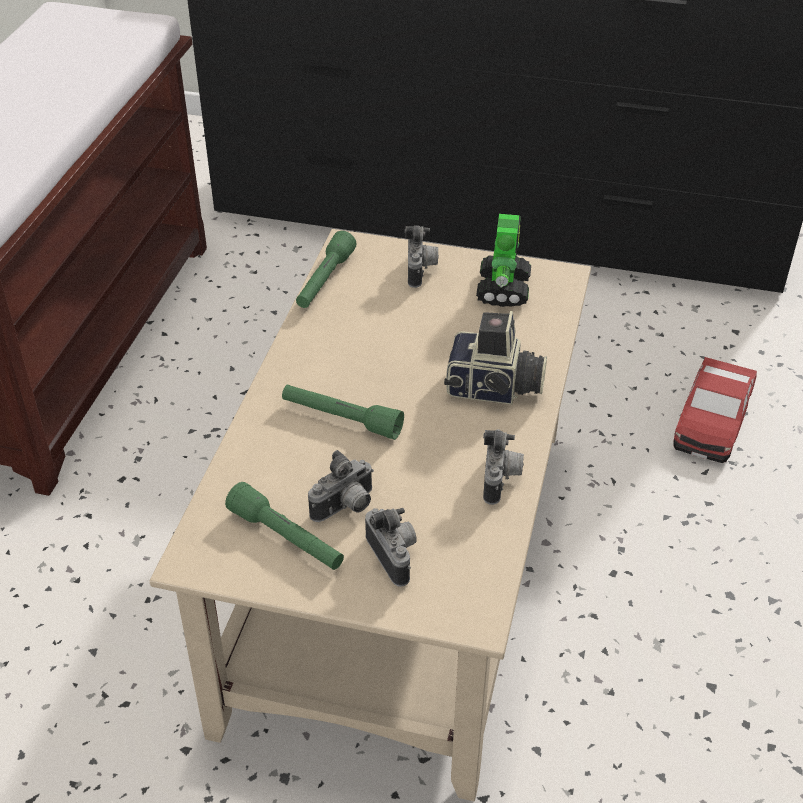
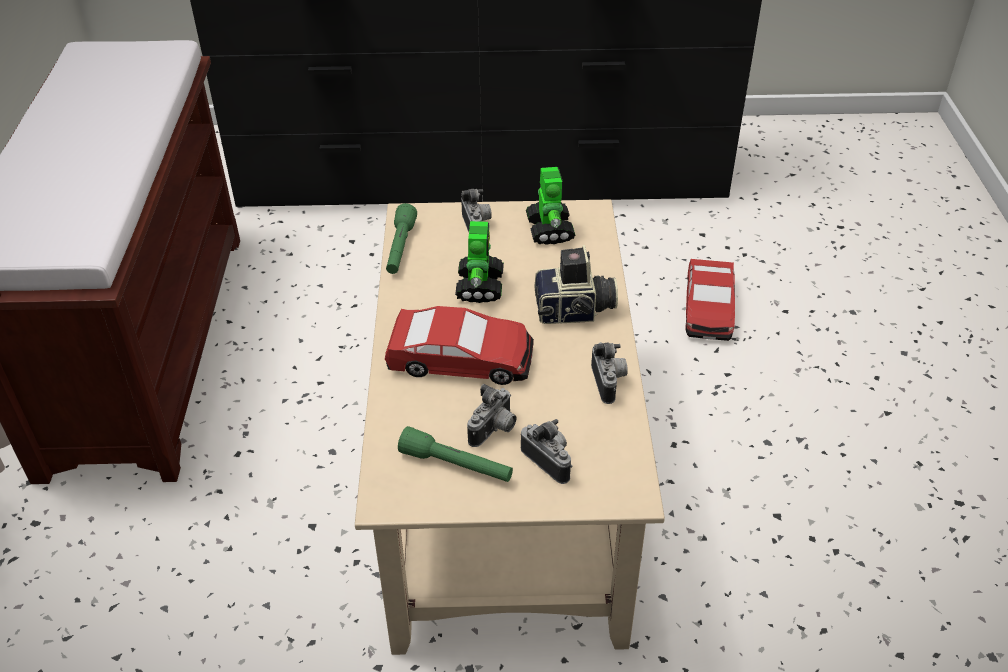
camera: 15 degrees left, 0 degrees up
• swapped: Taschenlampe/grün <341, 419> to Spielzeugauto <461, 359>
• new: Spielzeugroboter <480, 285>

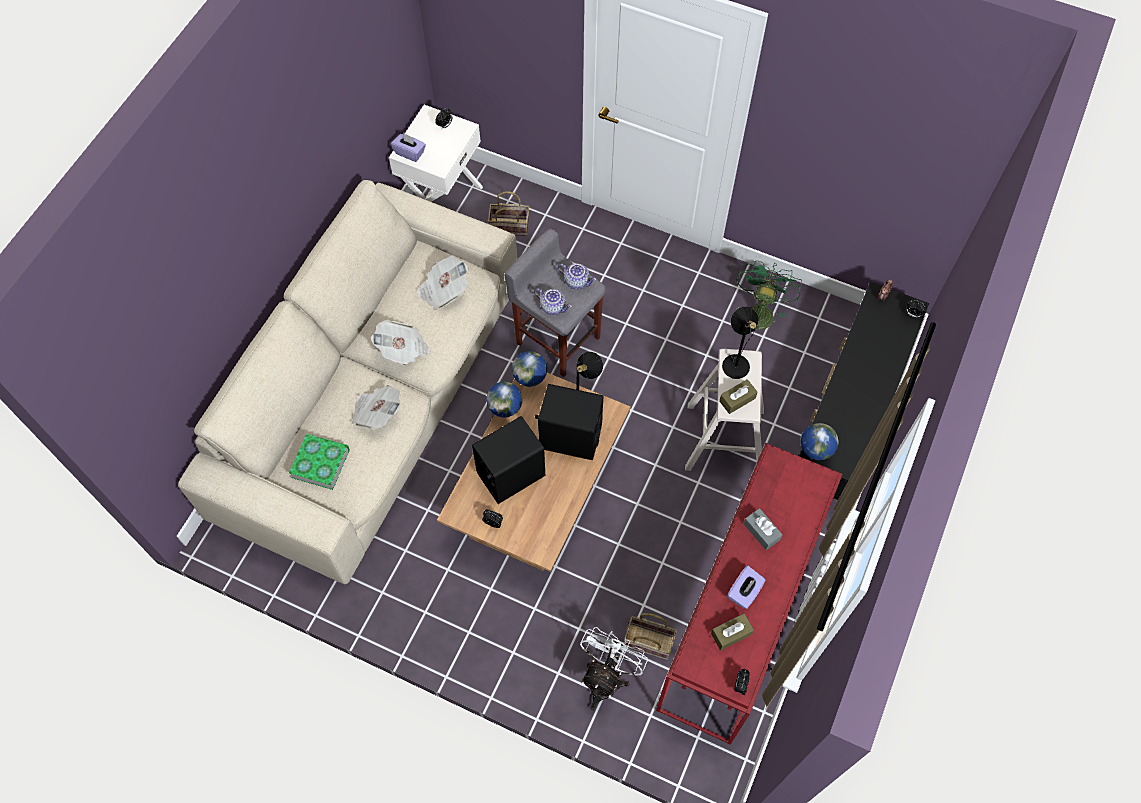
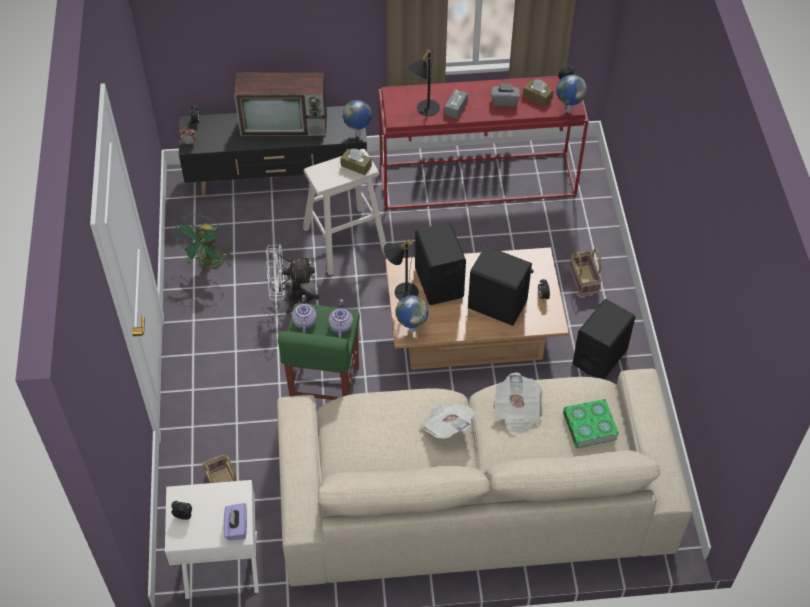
camera: 120 degrees left, 10 degrees down
• repainted: Hocker/grau <557, 339> to Hocker/grün <325, 388>
• gone: Zeitung <444, 290>
• rotated: Ventilator/grün <759, 311> = <210, 264> 60 degrees counterclockwise
• shifted: Tischlampe/schwarz <736, 361> to <423, 109>
• shifted: Globus <506, 414> to <568, 110>
• repainted: Taschentuchbox/lila <744, 592> to Taschentuchbox/grau <504, 101>
• shifted: Korb <650, 641> to <582, 280>
• shifted: Ventilator/weiß <606, 678> to <290, 299>
• new: Fernseher <285, 124>
• new: Lautsprecher/schwarz <599, 357>

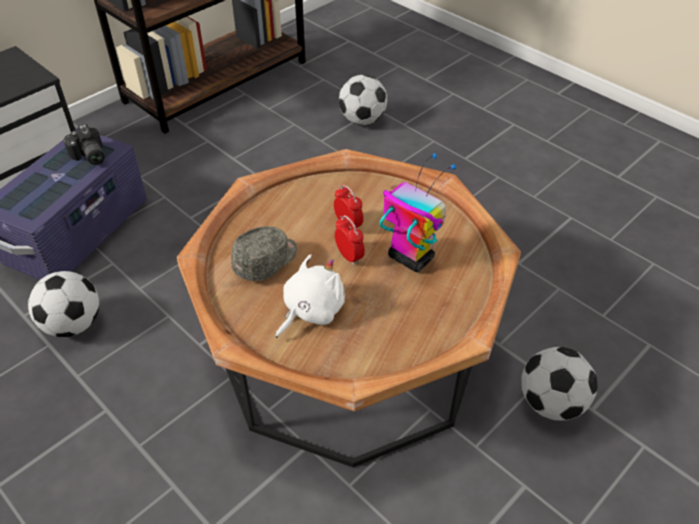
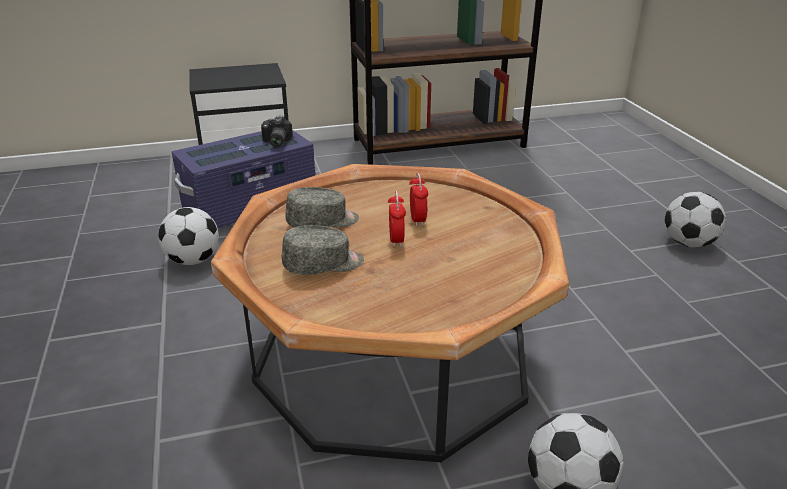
camera: 30 degrees right, 15 degrees down
• shifted: Fußball <362, 120> to <688, 243>
• gone: Spielzeugroboter <410, 258>
• swapped: Plüschtier/weiß <311, 311> to Kappe/grau <323, 264>

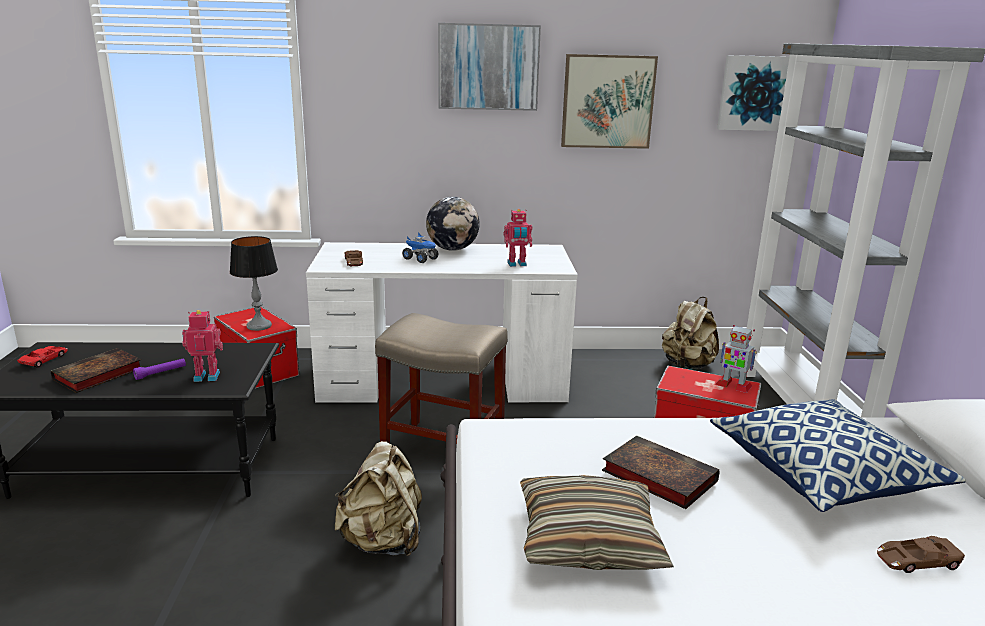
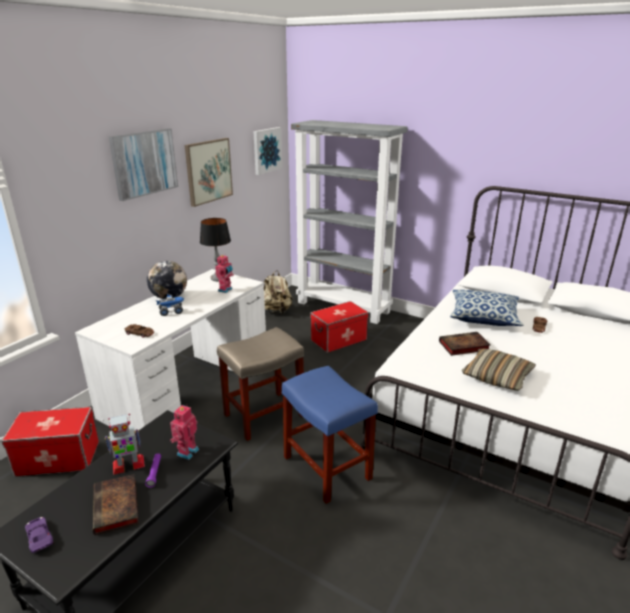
camera: 55 degrees left, 5 degrees up
• shifted: Tischlampe <259, 326> to <218, 278>
• shifted: Spielzeugroboter <733, 385> to <128, 465>
• repainted: Spielzeugauto/rot <45, 359> to Spielzeugauto/lila <39, 537>
• swapped: Rucksack/beige <383, 542> to Hocker/blau <328, 468>

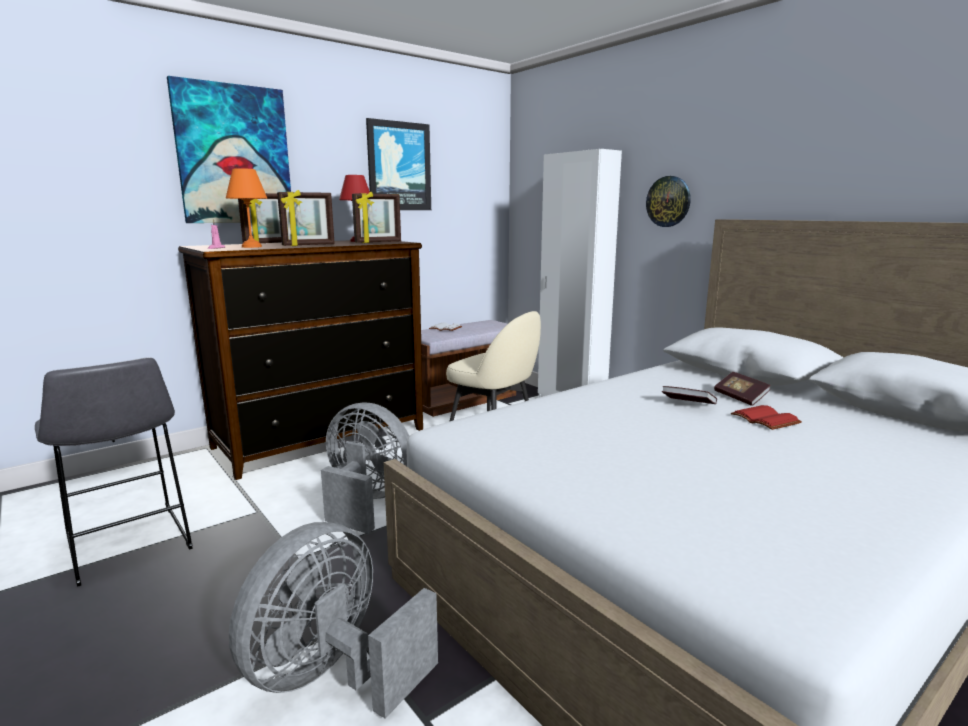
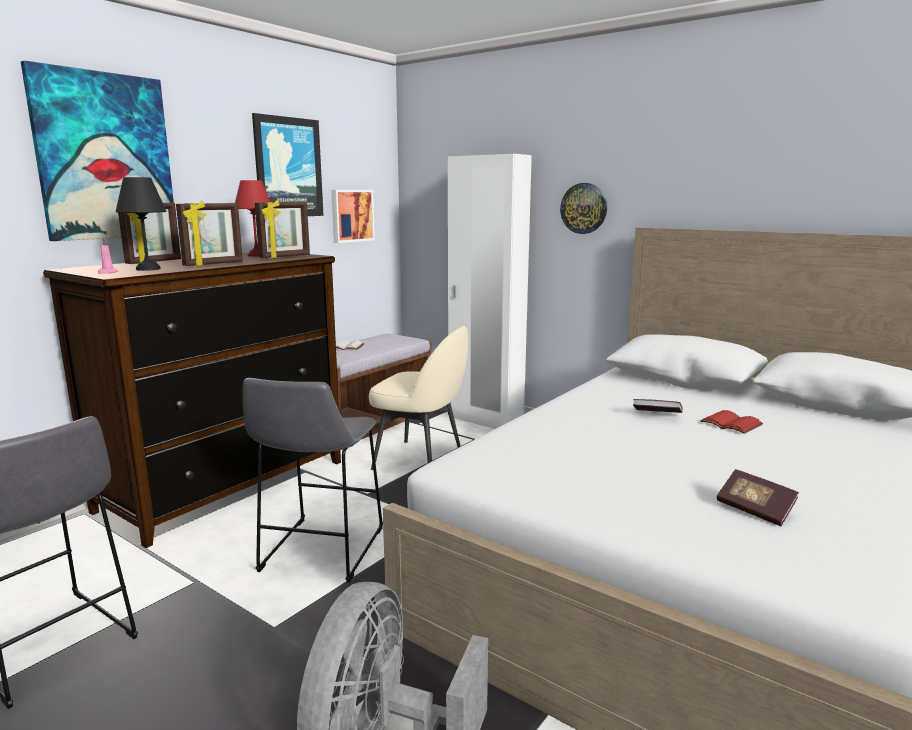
camera: 15 degrees left, 0 degrees up
• repainted: Tischlampe/orange <251, 247> to Tischlampe/schwarz <147, 269>
• shifted: Buch <740, 398> to <755, 510>
• swapped: Ventilator/grau <366, 502> to Hocker/grau <319, 552>
• new: Bild <351, 215>

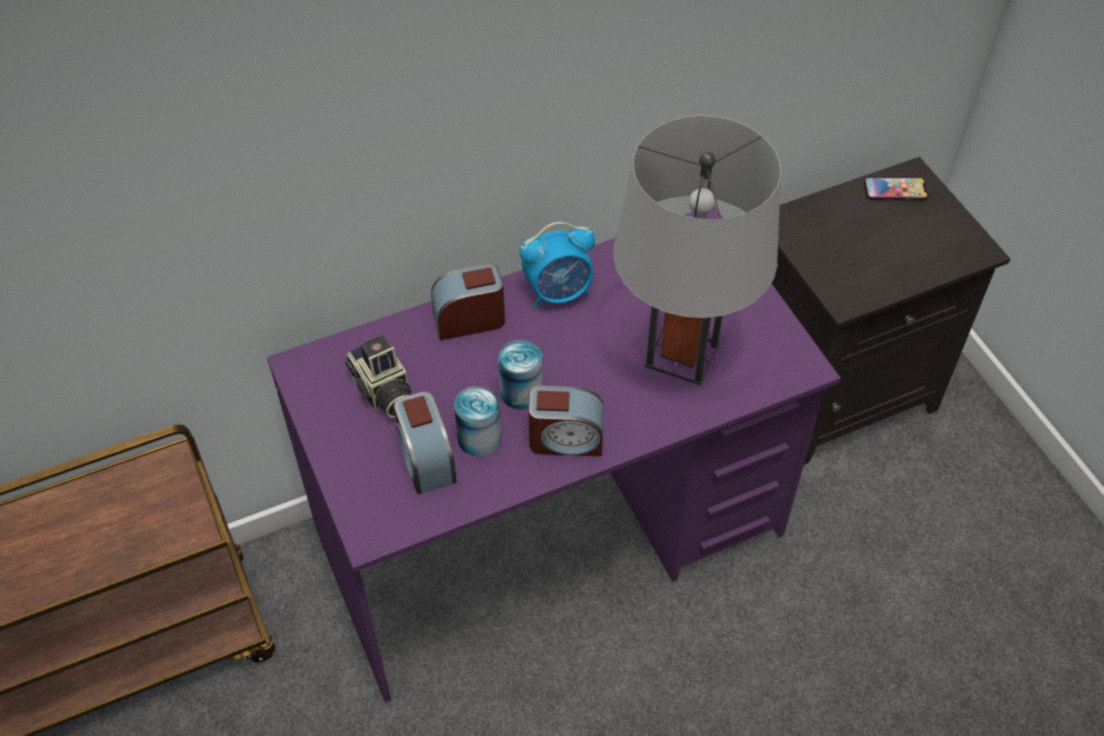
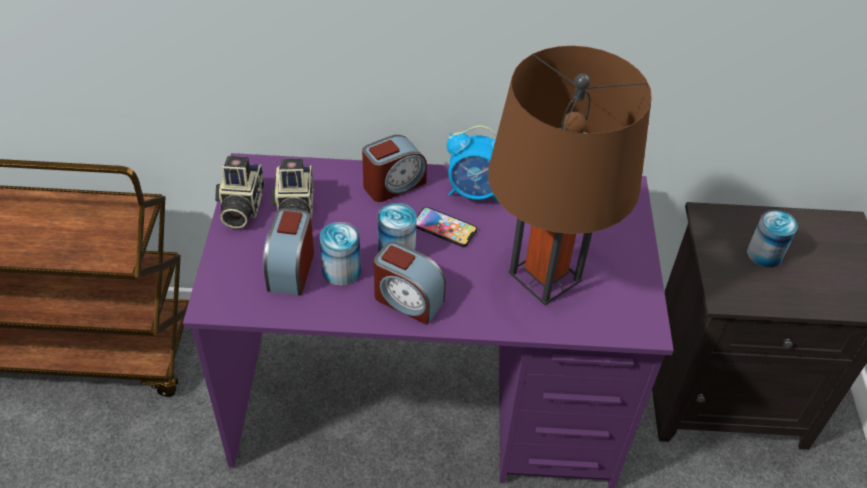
camera: 25 degrees right, 5 degrees down
• repainted: Tischlampe/grau <682, 355> to Tischlampe/braun <545, 276>
• shifted: Handy <895, 190> to <444, 228>
• rotated: Wecker <469, 319> = <393, 184> 135 degrees clockwise
• new: Kamera <240, 207>
• new: Dose <764, 254>

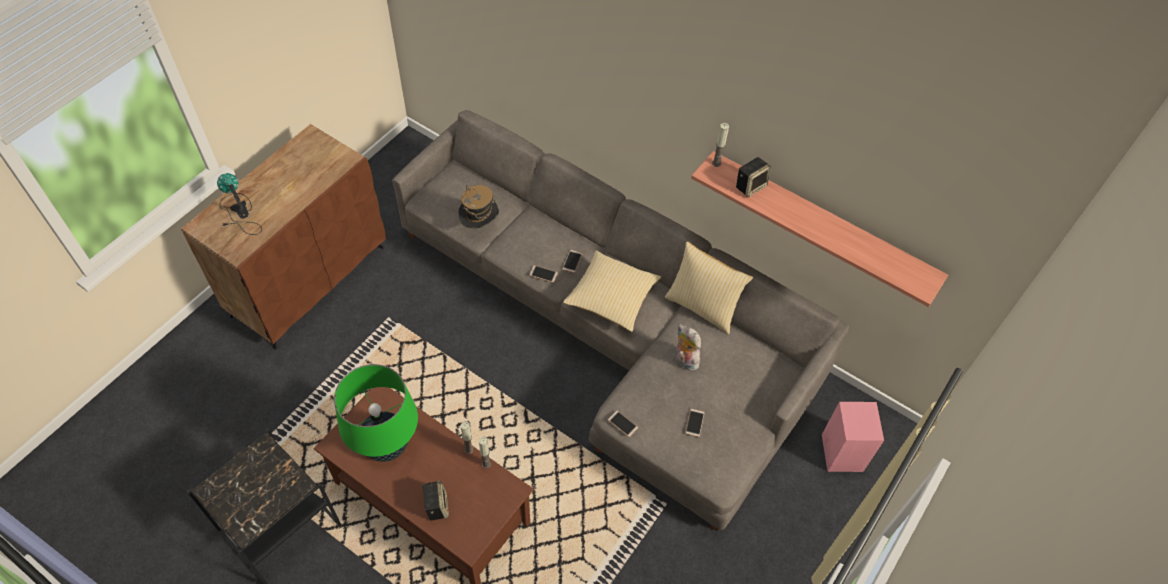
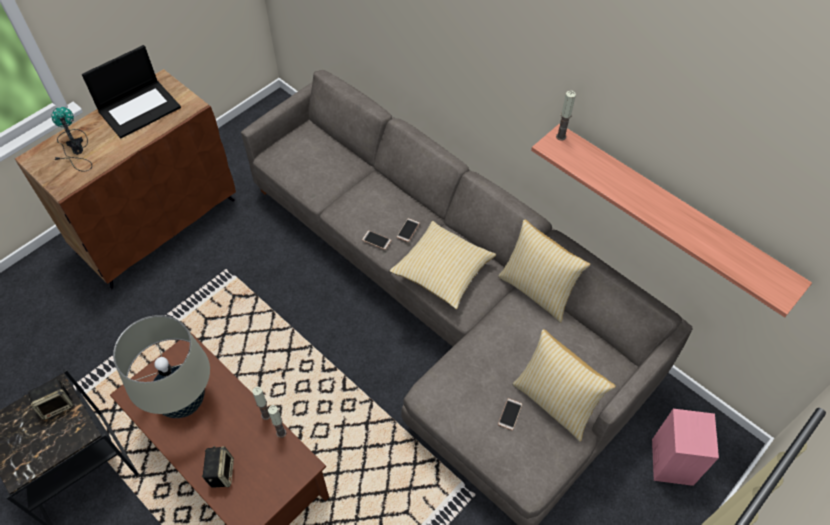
camera: 10 degrees right, 0 degrees up
• shifted: Lautsprecher <750, 186> to <57, 405>
• gone: Hut <480, 225>
• gone: Plüschtier <684, 360>
• repainted: Tischlampe/grün <386, 446> to Tischlampe/beige <183, 401>
• gone: Handy <622, 424>
• new: Laptop <139, 108>
• new: Kissen <555, 402>

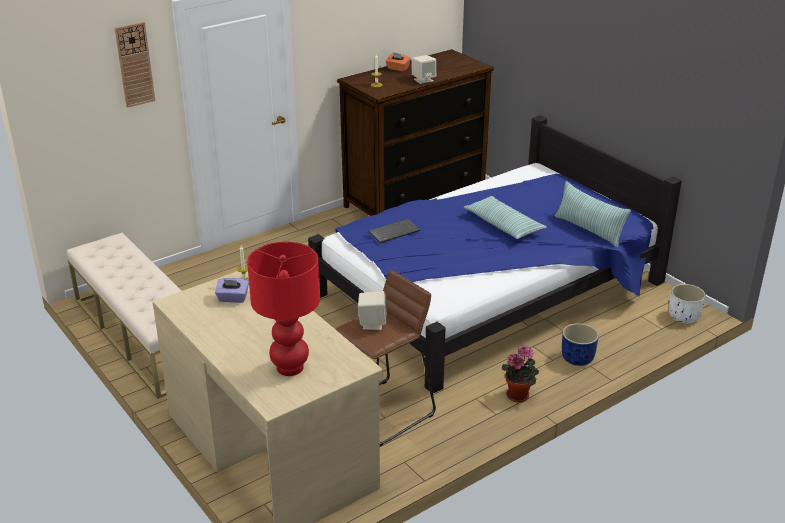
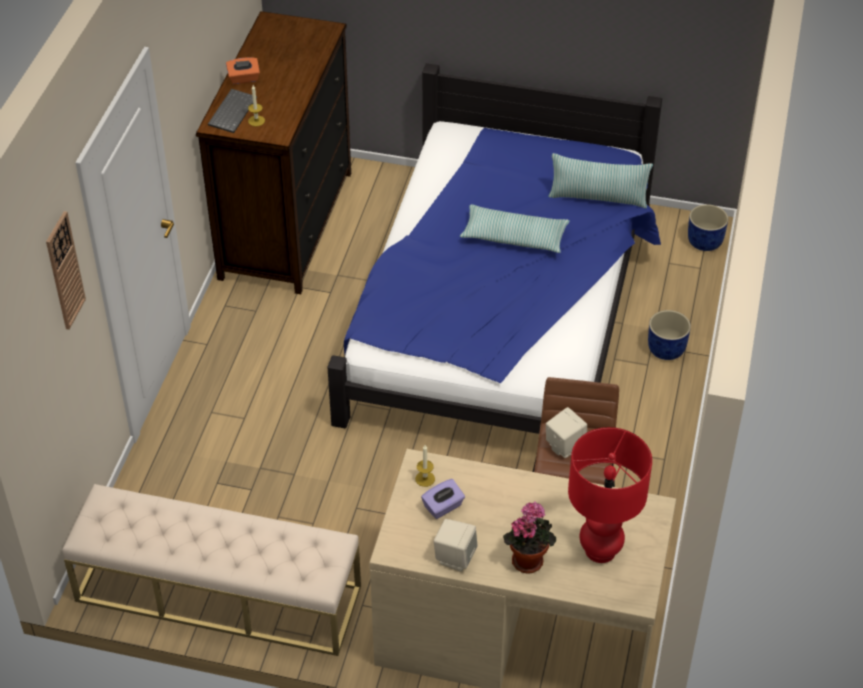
camera: 40 degrees left, 15 degrees up
• shifted: Lautsprecher/beige <423, 80> to <455, 557>
• shifted: Tastatur <394, 231> to <232, 111>
• repainted: Pflanzkübel/weiß <684, 317> to Pflanzkübel/blau <705, 242>
• shifted: Topfpflanze <519, 395> to <528, 559>

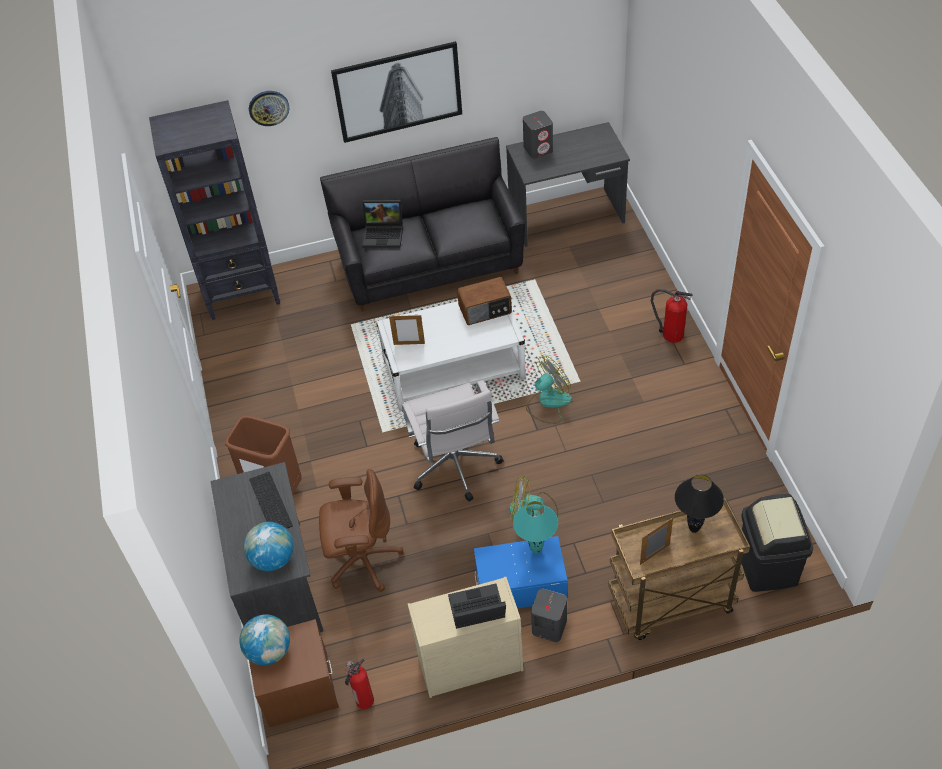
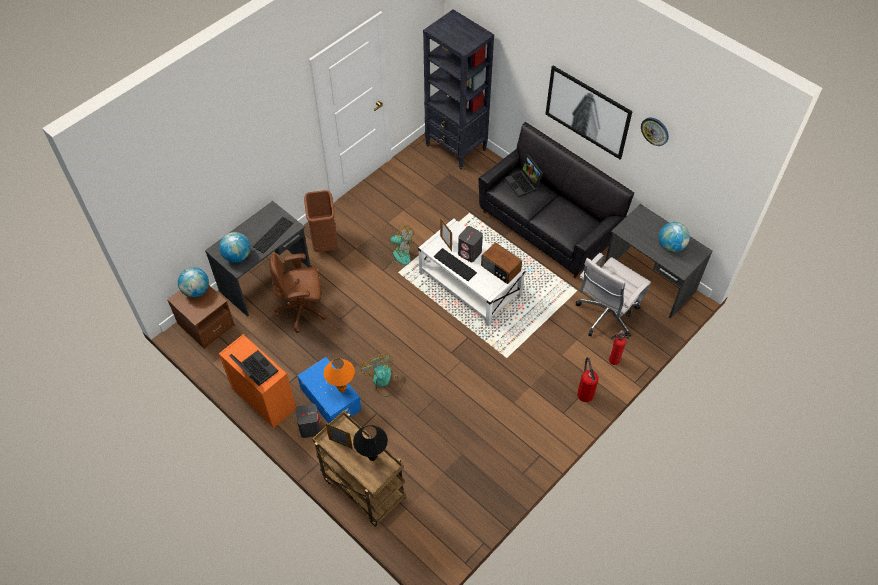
camera: 55 degrees right, 5 degrees up
• shifted: Wanduhr <268, 107> to <655, 131>
• shifted: Lautsprecher/grau <538, 149> to <470, 253>
• shifted: Ventilator <548, 403> to <397, 254>
• shifted: Bürostuhl/weiß <456, 468> to <605, 317>
• rotated: Bürostuhl/braun <362, 560> = <302, 310> 120 degrees clockwise
• gone: Mülleimer/schwarz <768, 567>
• repainted: Tischlampe/türkis <536, 550> to Tischlampe/orange <342, 390>
• repainted: Kommode/beige <469, 664> to Kommode/orange <263, 398>
• shifted: Feuerlöscher <364, 701> to <613, 360>
• new: Globus <671, 246>
• new: Tastatur <456, 264>

